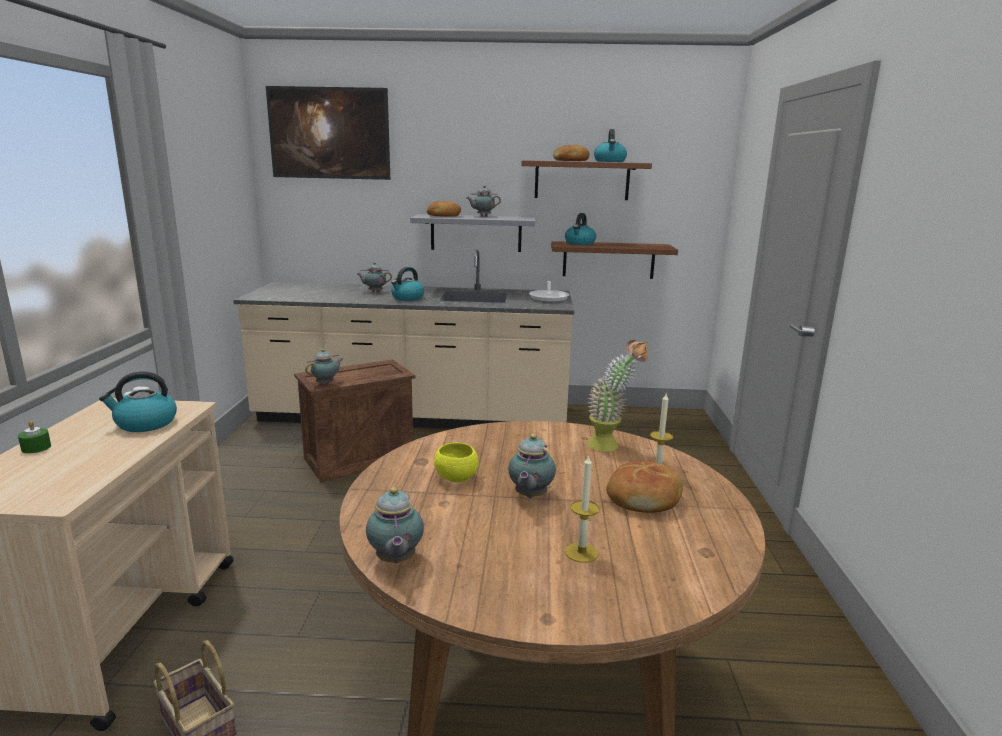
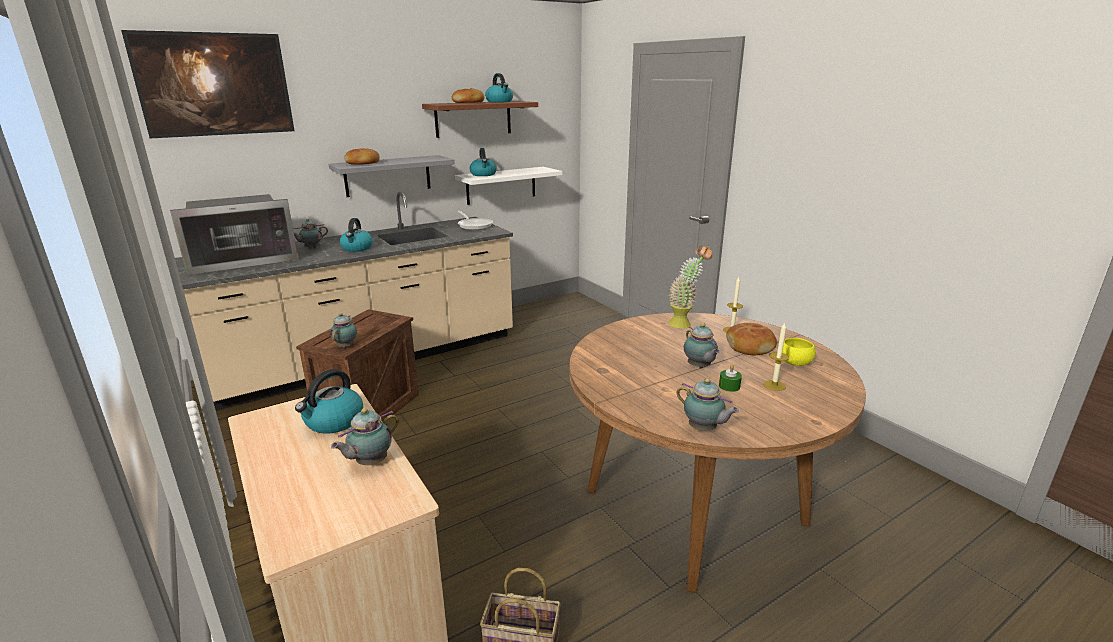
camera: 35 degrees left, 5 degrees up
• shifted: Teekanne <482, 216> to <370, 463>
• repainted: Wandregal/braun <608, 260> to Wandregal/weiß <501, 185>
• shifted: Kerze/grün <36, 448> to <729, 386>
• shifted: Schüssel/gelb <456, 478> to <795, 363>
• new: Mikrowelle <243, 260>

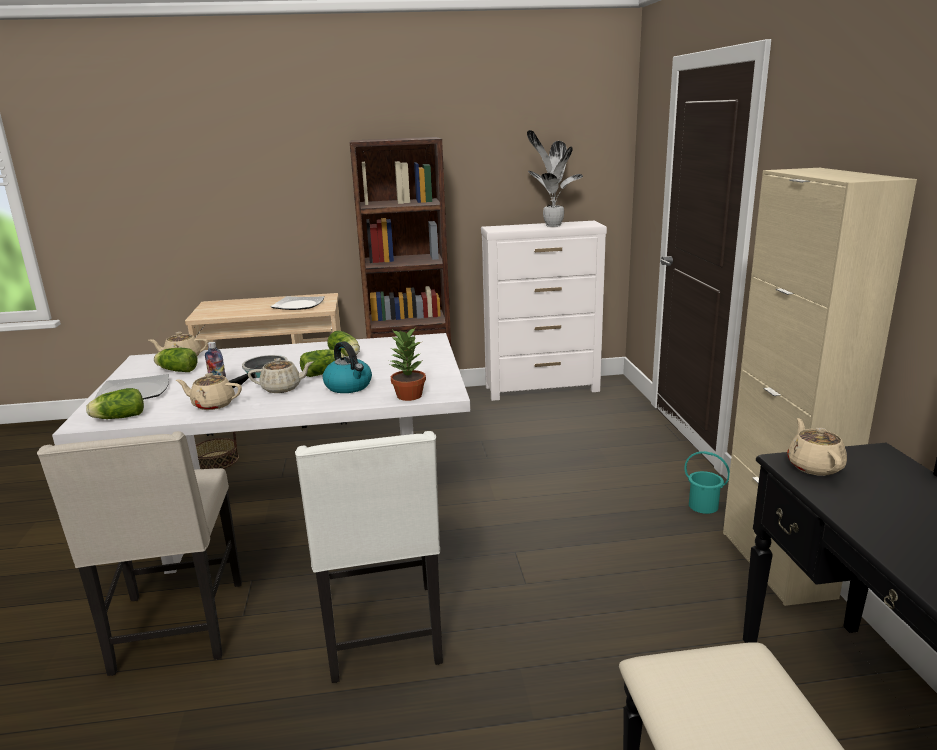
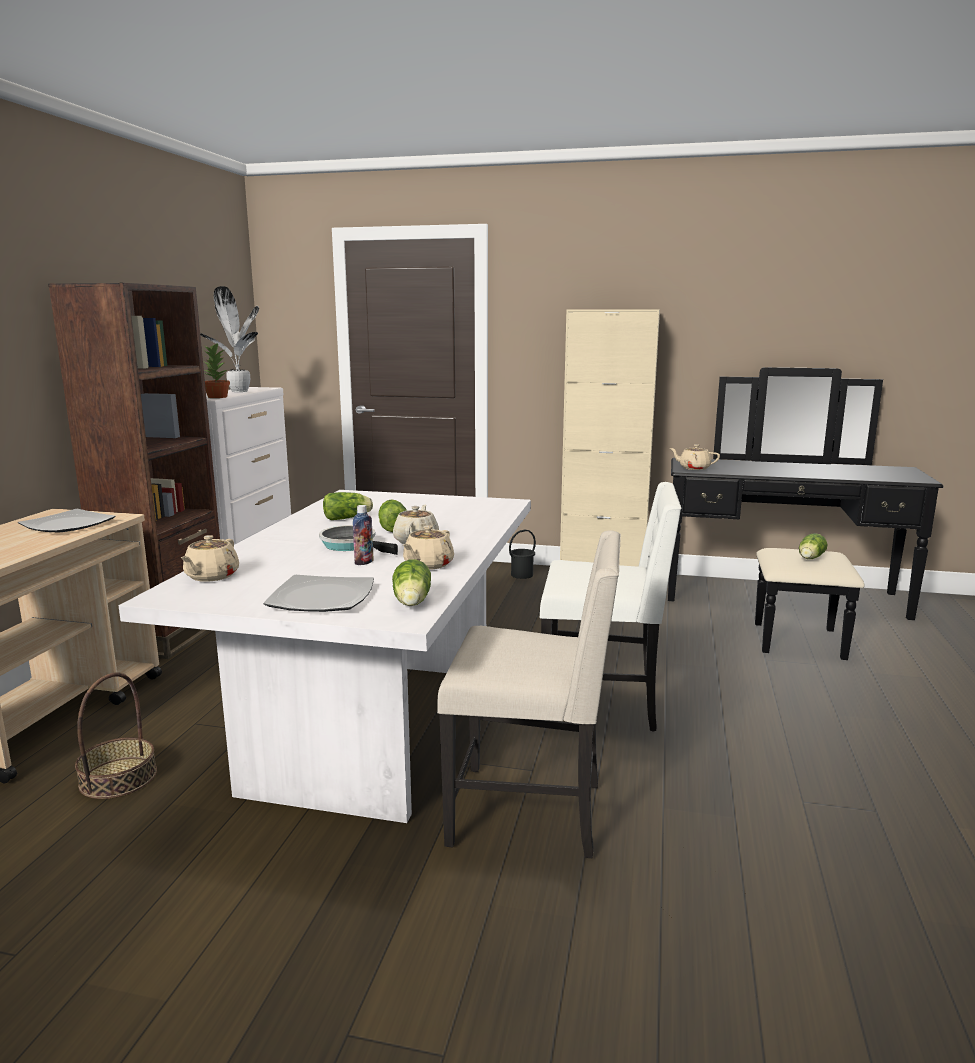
camera: 70 degrees left, 5 degrees down
• shifted: Topfpflanze <408, 396> to <217, 397>
• gone: Wasserkessel <349, 386>
• shifted: Salatkopf <176, 370> to <810, 558>
• repainted: Eimer/türkis <703, 506> to Eimer/schwarz <522, 575>

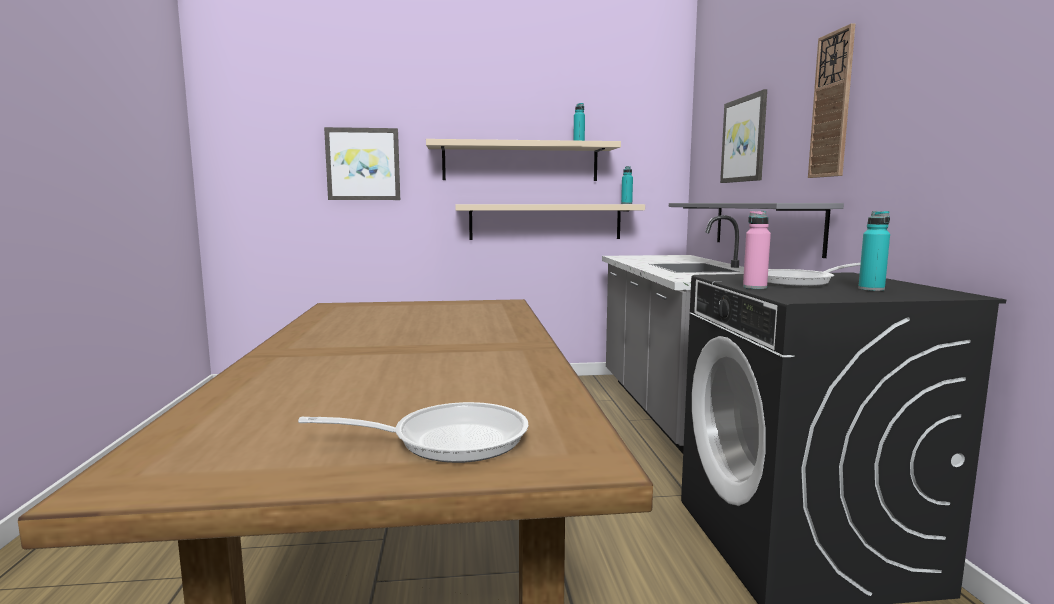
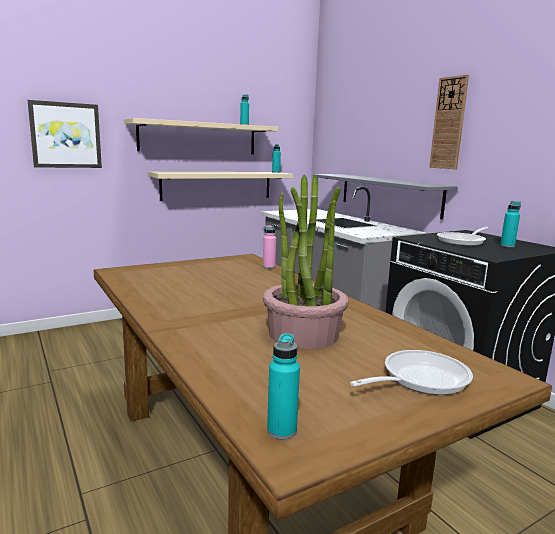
camera: 25 degrees left, 5 degrees up
• gone: Bild <744, 139>
• shifted: Flasche/rosa <754, 287> to <269, 267>
• new: Topfpflanze <303, 334>
• new: Flasche/türkis <281, 430>

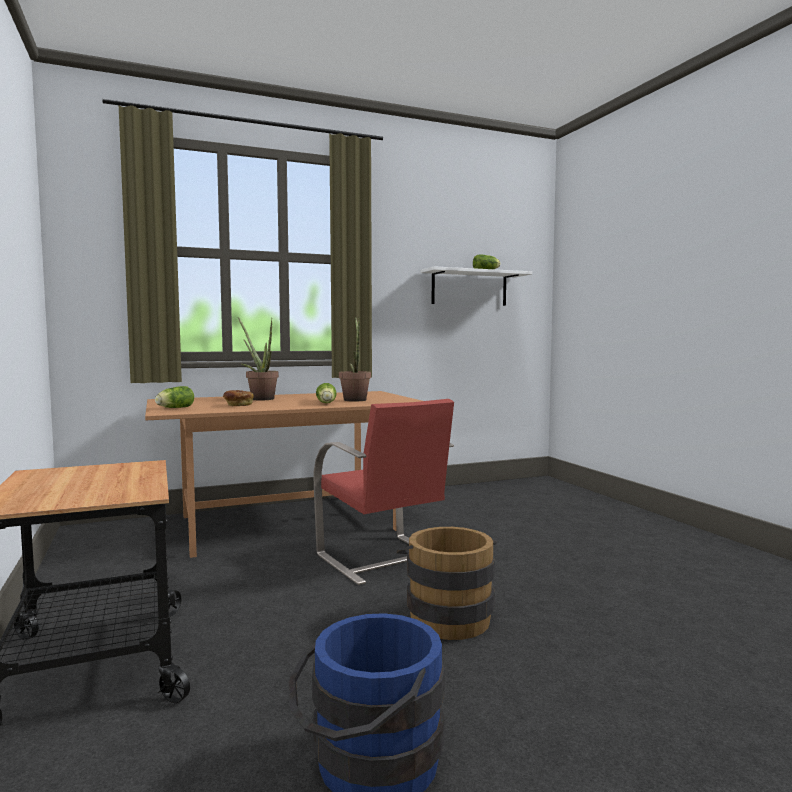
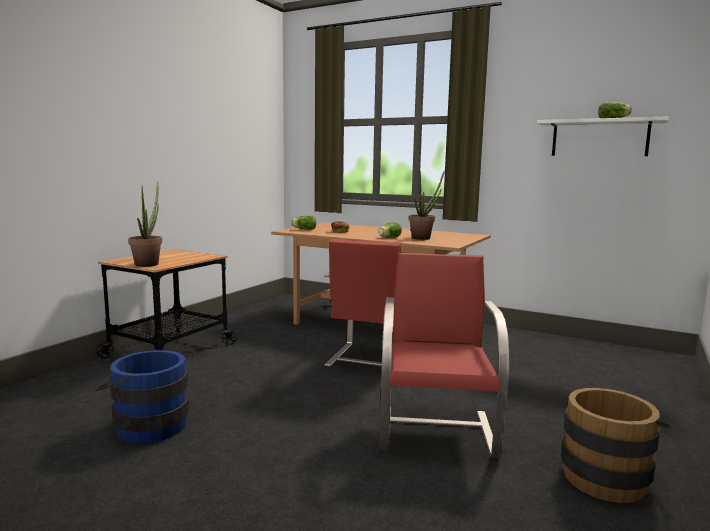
camera: 50 degrees right, 5 degrees up
• shifted: Topfpflanze <259, 399> to <149, 263>
• shifted: Eimer/braun <447, 616> to <605, 475>
• new: Stuhl/rot <437, 430>

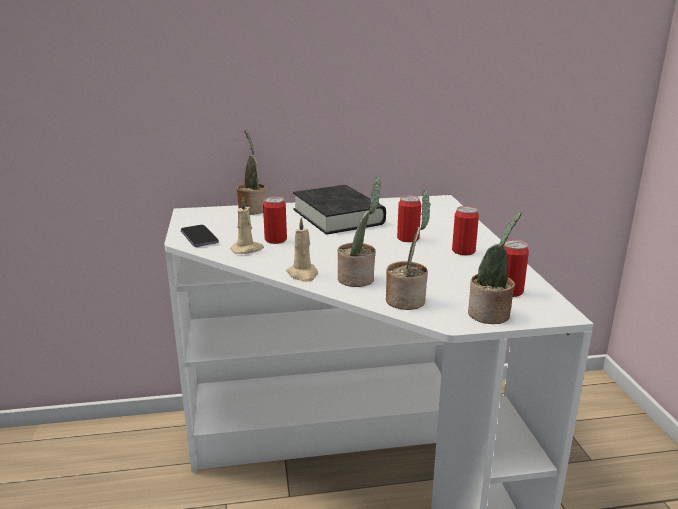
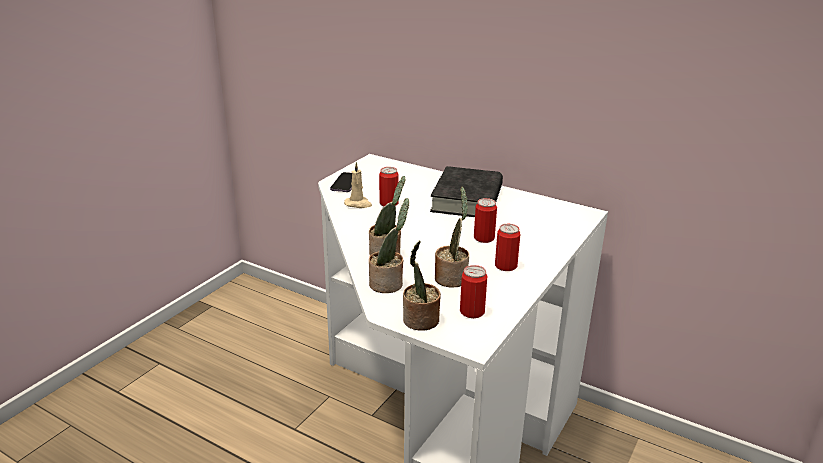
camera: 40 degrees right, 5 degrees up
• shifted: Topfpflanze <252, 209> to <452, 277>
• gone: Kerze/beige <303, 274>

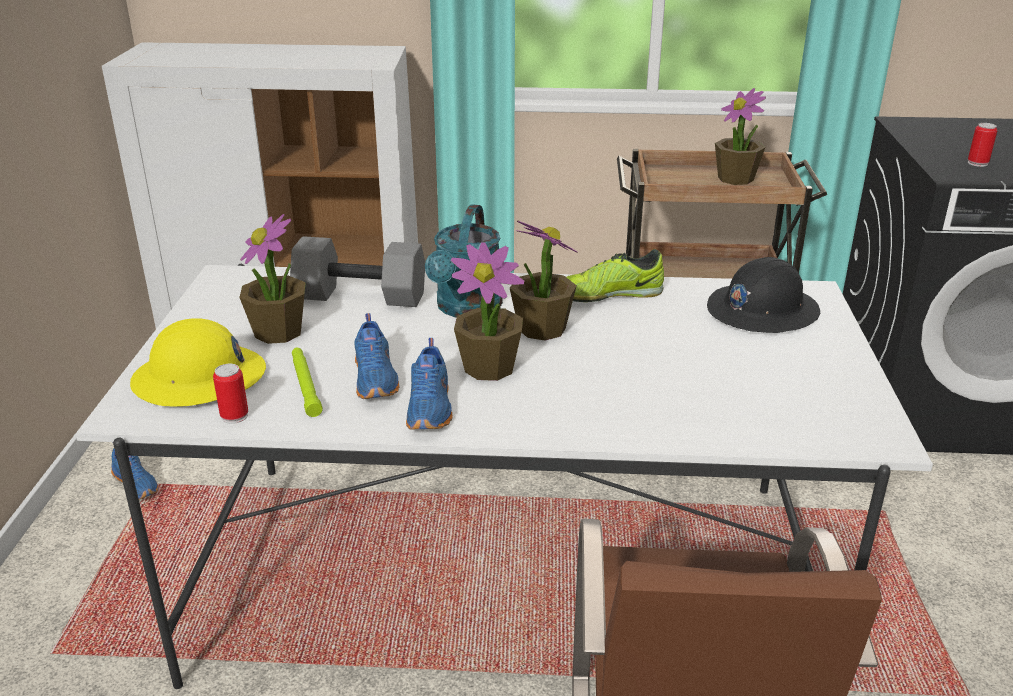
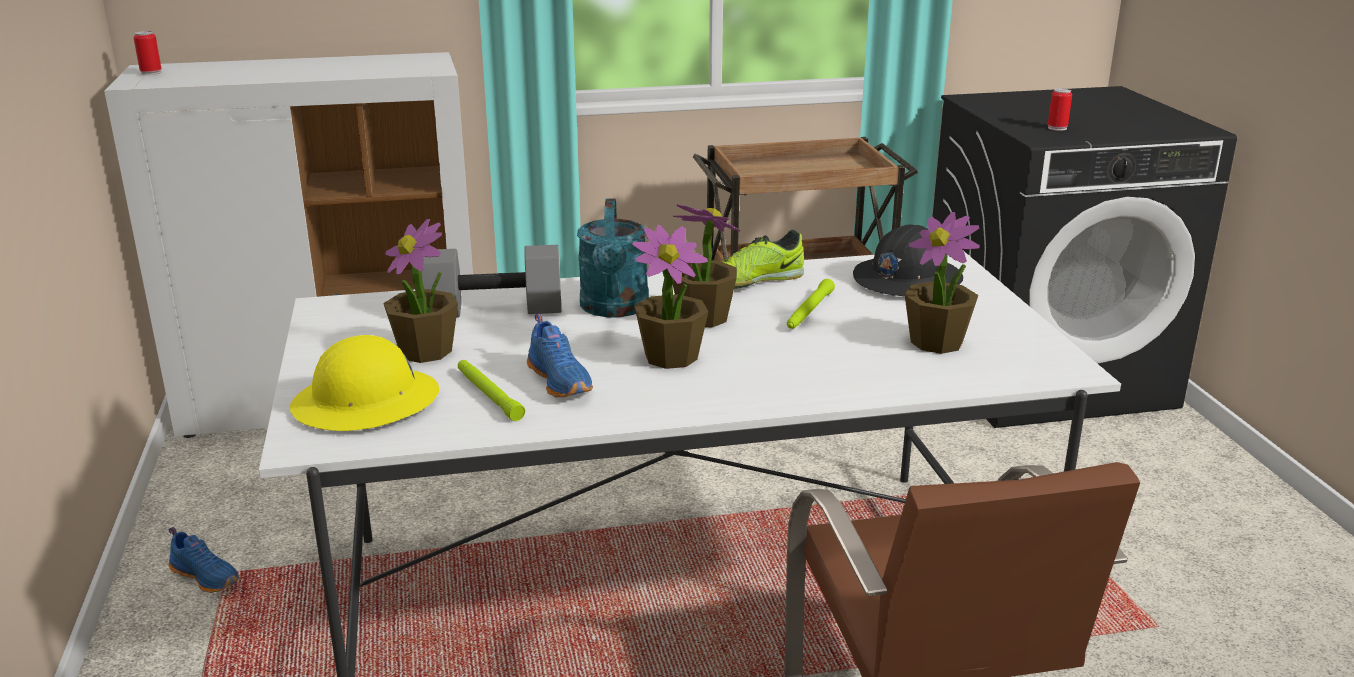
camera: 15 degrees left, 5 degrees down
• shifted: Topfpflanze <736, 179> to <937, 342>
• gone: Schuh/blau <431, 408>
• shifted: Dose <234, 416> to <151, 73>
• new: Taschenlampe/grün <809, 311>

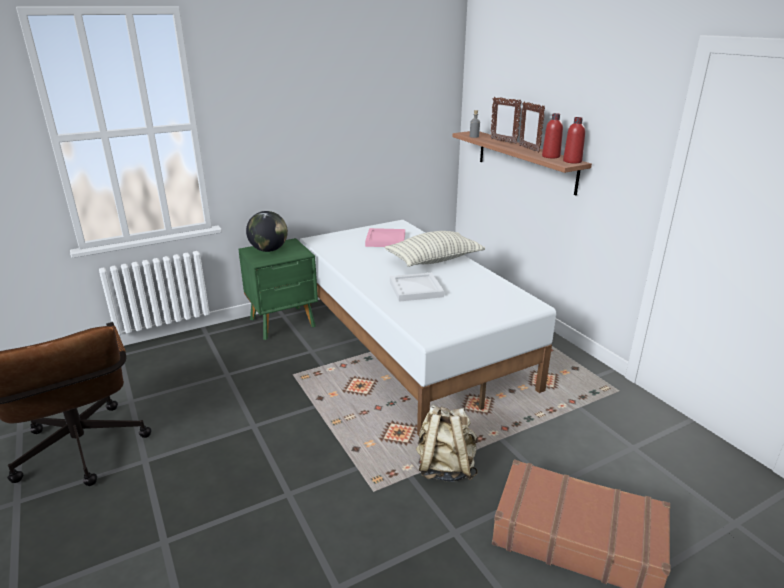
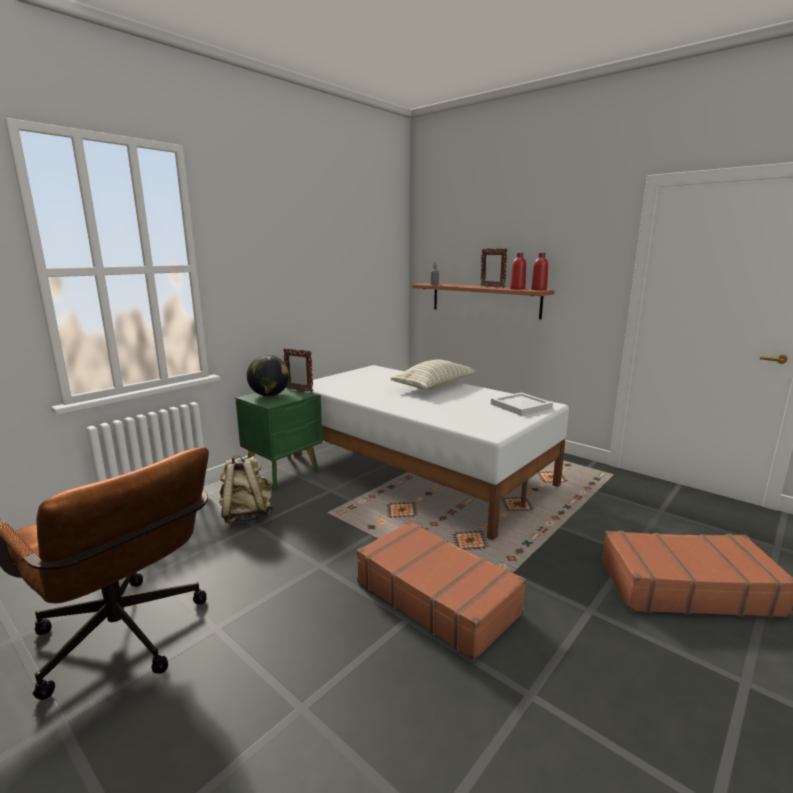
camera: 20 degrees left, 10 degrees down
• shifted: Bilderrahmen <503, 141> to <299, 390>
• gone: Tablett/rosa <386, 240>
• shifted: Tablett/weiß <415, 289> to <521, 406>
• shifted: Rucksack/beige <445, 467> to <247, 515>
• new: Koffer/braun <437, 597>

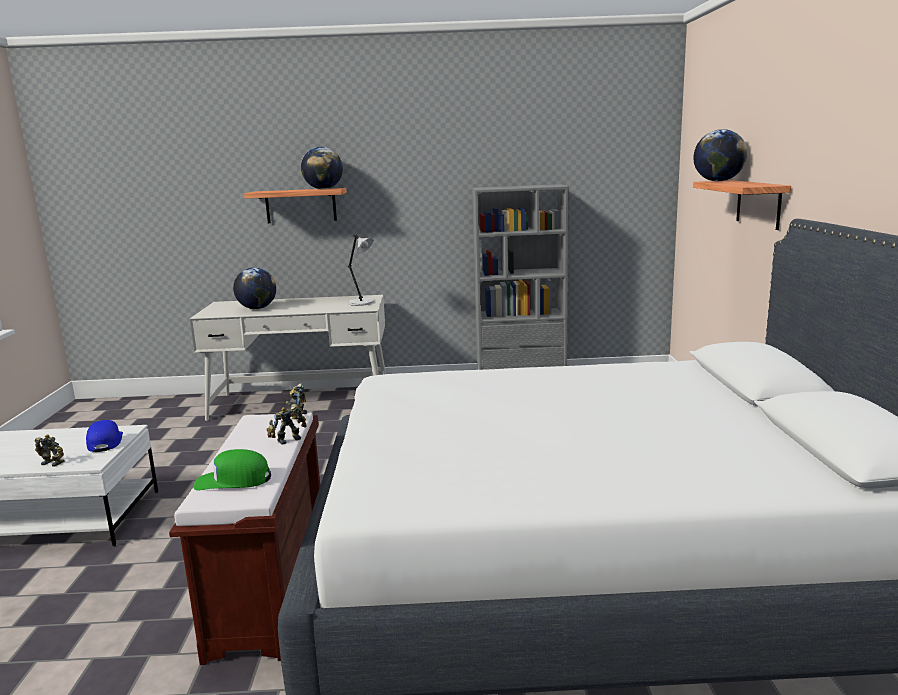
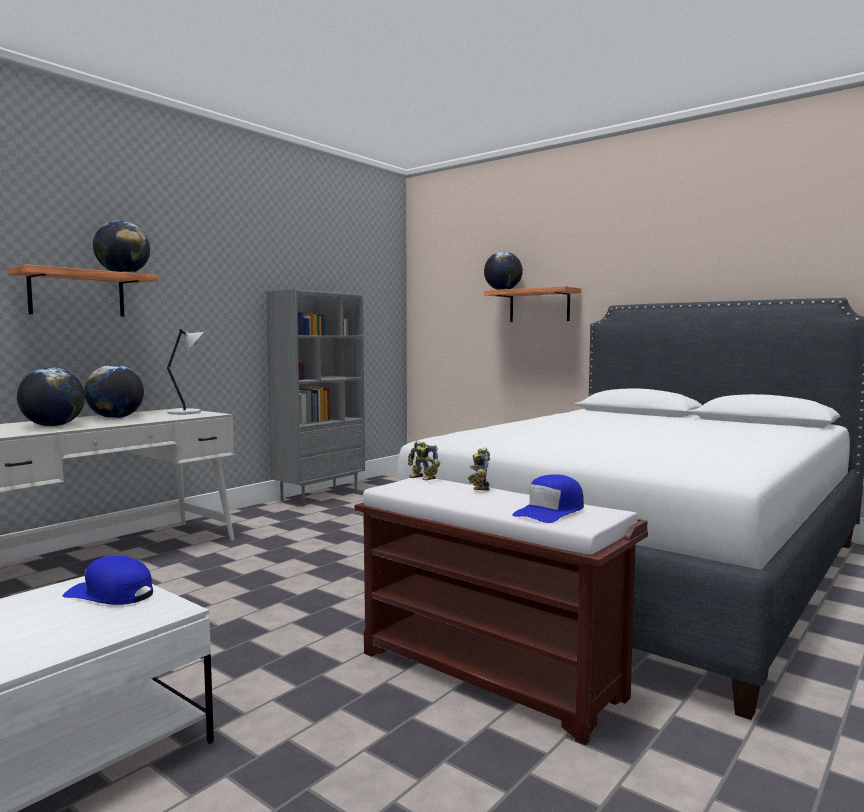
camera: 50 degrees left, 10 degrees down
• gone: Spielzeugroboter <54, 462>
• repainted: Kappe/grün <233, 480> to Kappe/blau <550, 511>
• new: Globus <115, 418>

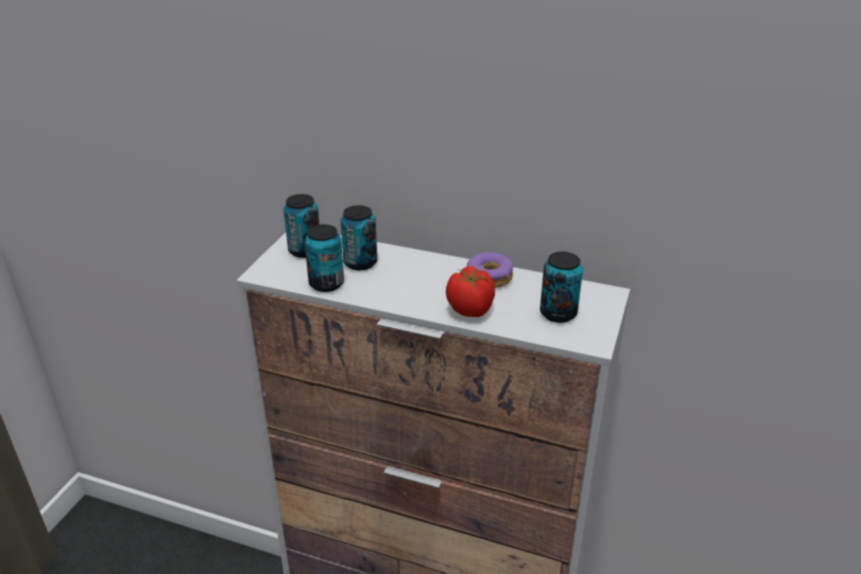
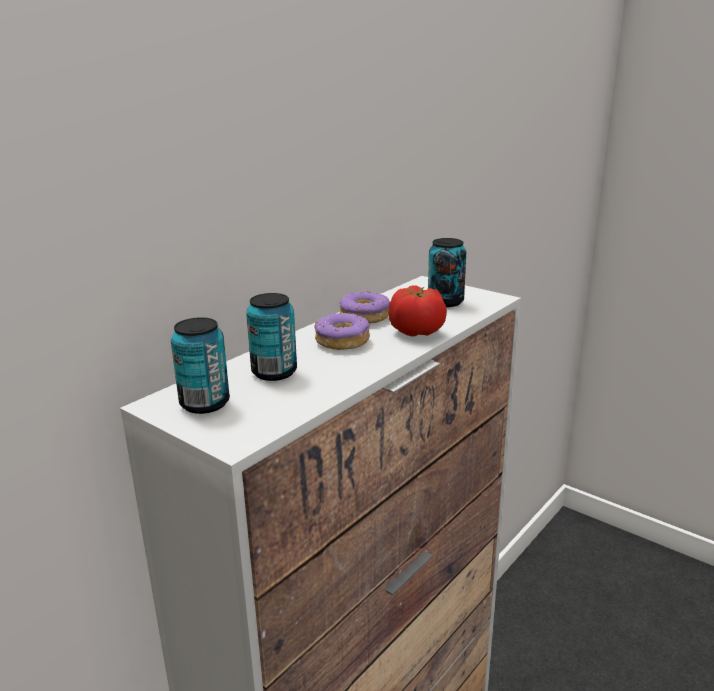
camera: 70 degrees left, 10 degrees down
• gone: Dose <326, 283>
• new: Donut <342, 341>

